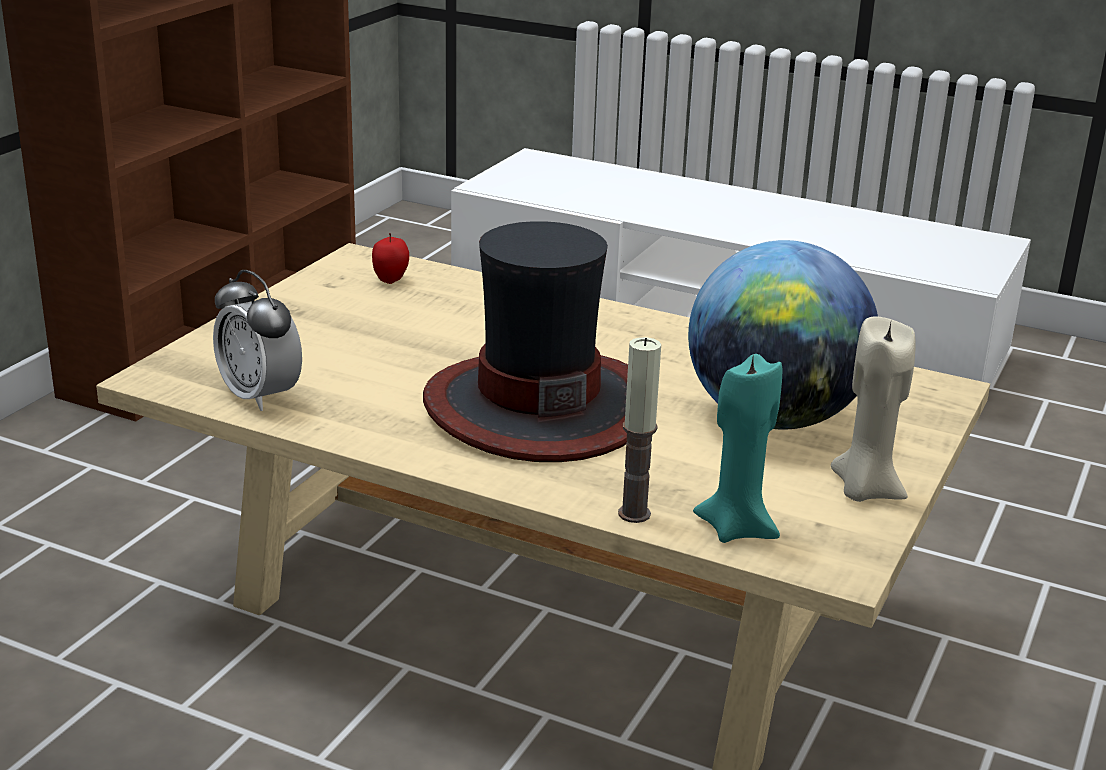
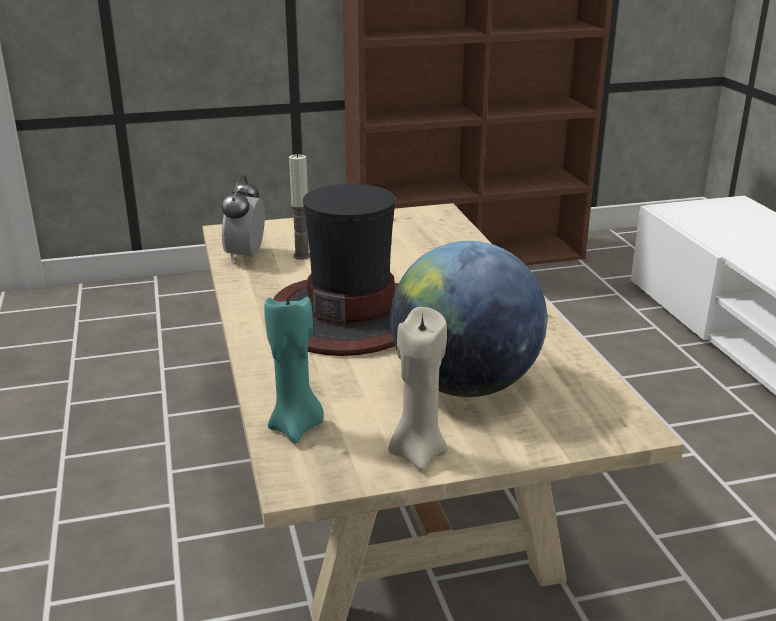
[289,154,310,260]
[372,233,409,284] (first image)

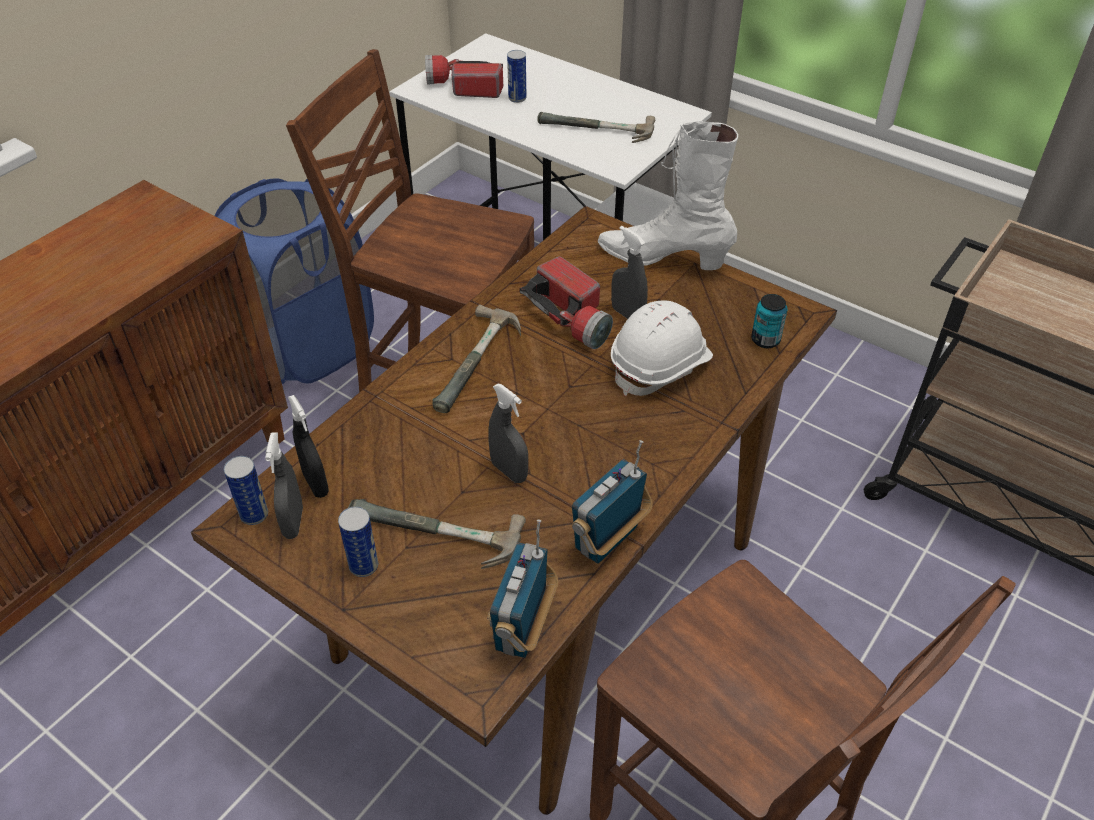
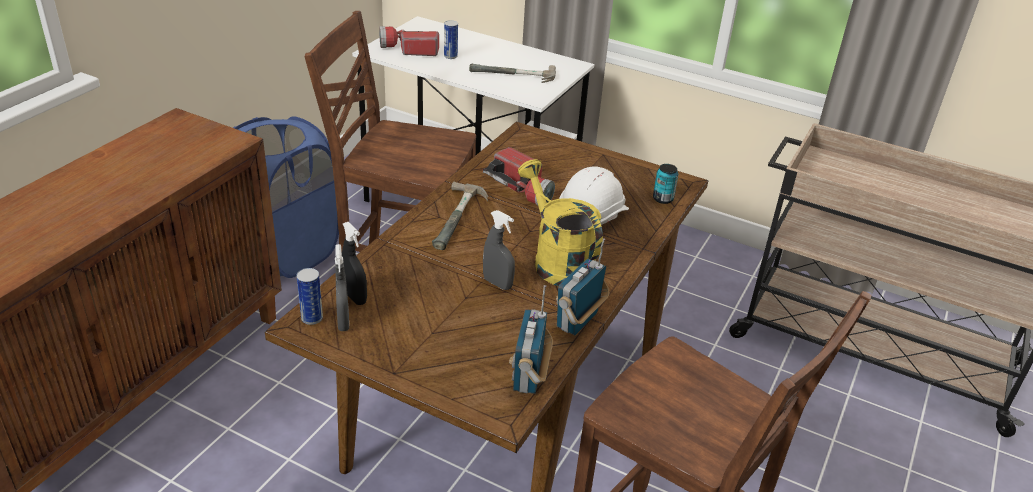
[518,159,603,286]
[338,507,378,577] (first image)
[348,499,526,569] (first image)
[598,121,738,270] (first image)
[611,226,648,319] (first image)

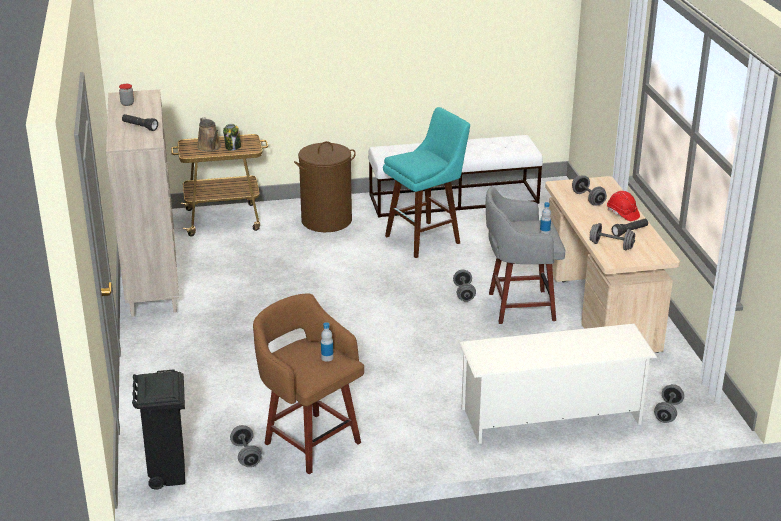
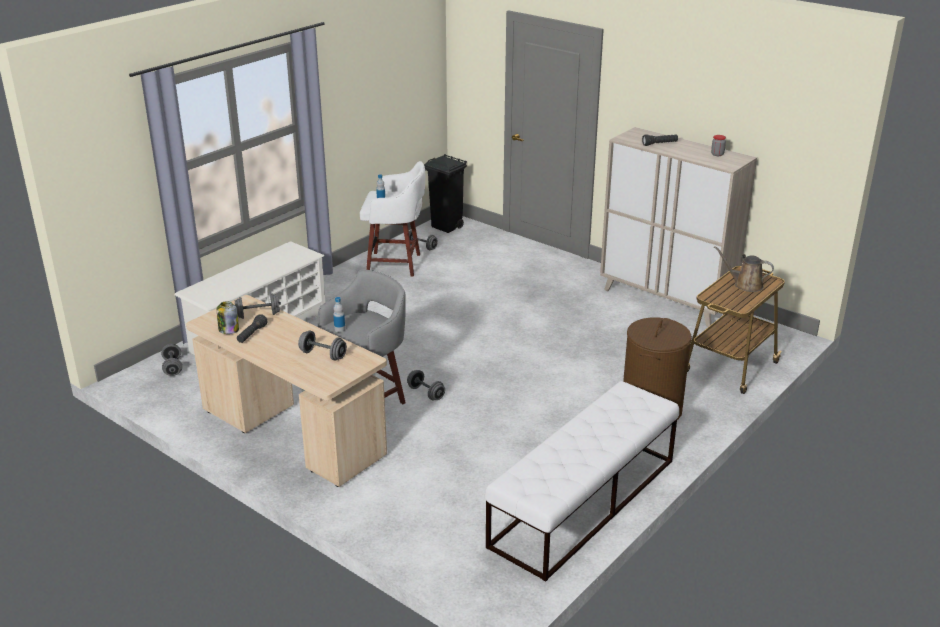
[217,301,239,334]
[360,161,425,277]
[383,107,470,258] (first image)
[607,191,640,221] (first image)

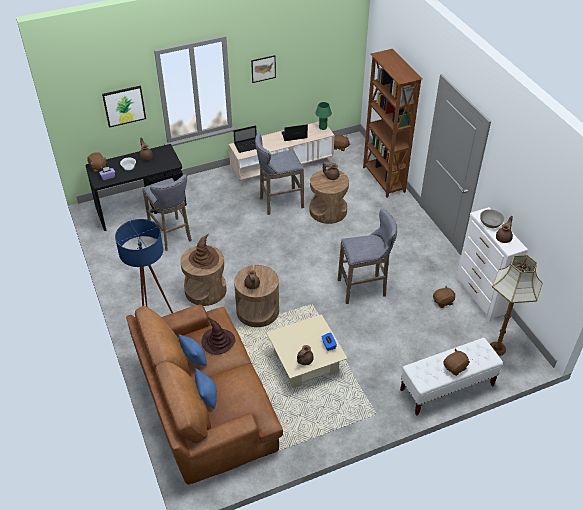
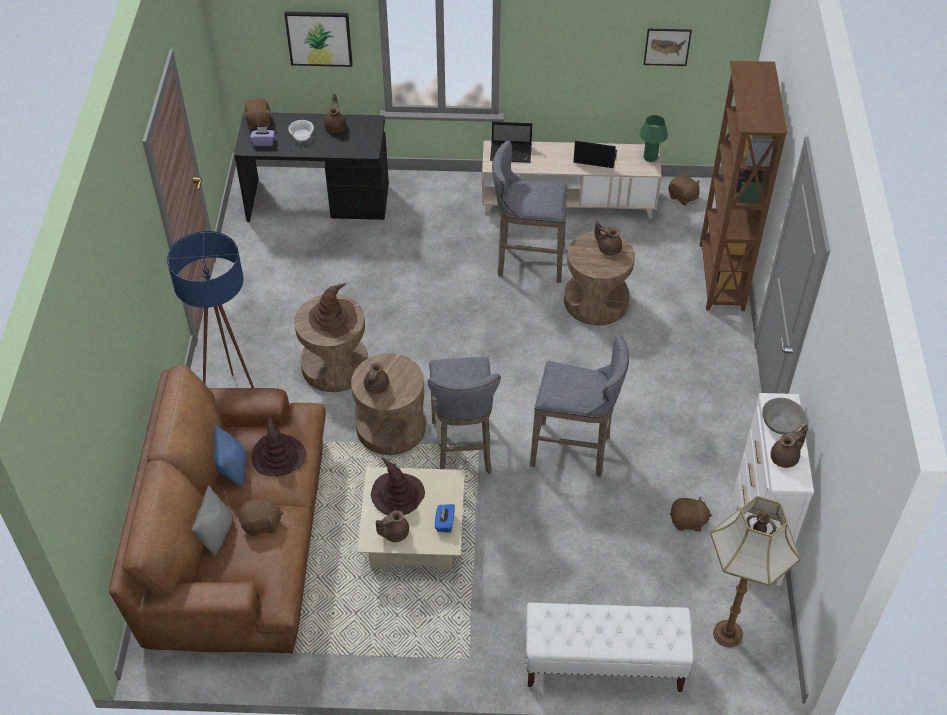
[192,486,232,556]
[239,495,283,536]
[371,458,425,516]
[428,357,501,474]
[644,29,692,66]

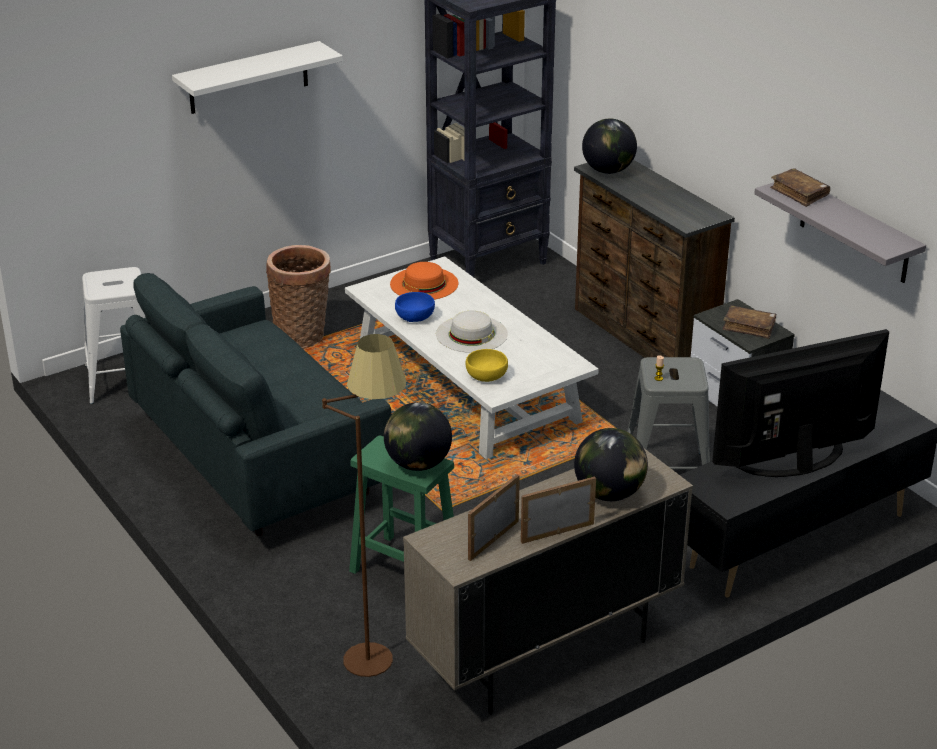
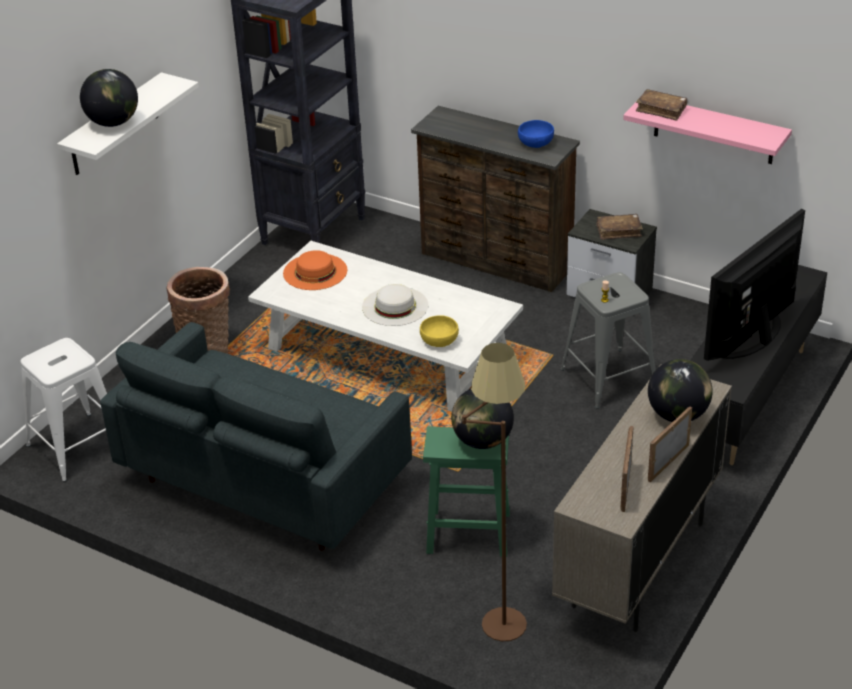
[80,69,138,127]
[518,120,554,148]
[623,102,792,164]

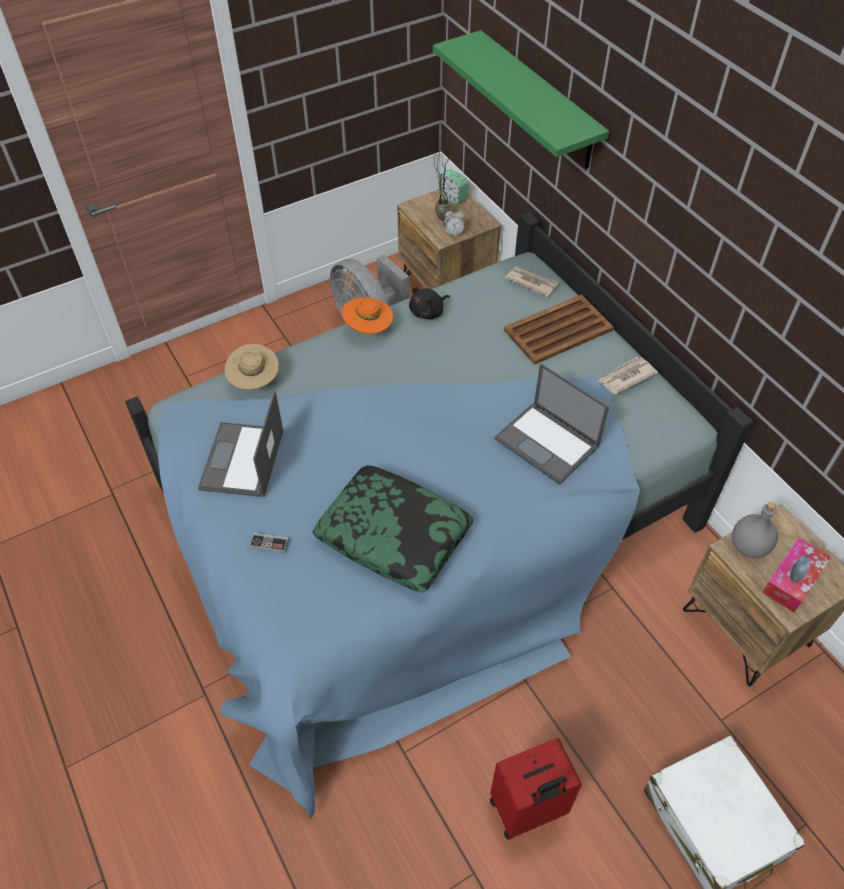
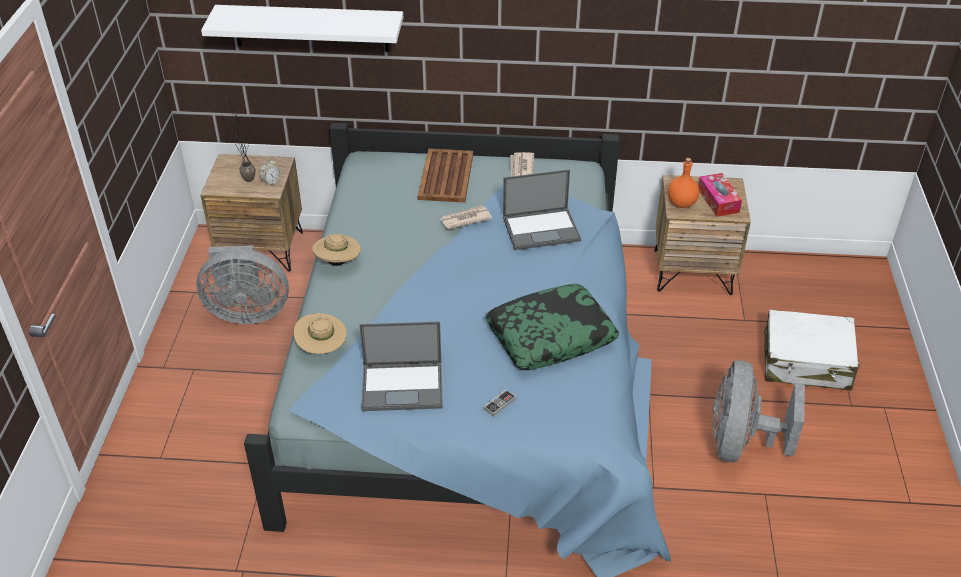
[201,5,403,52]
[312,233,361,266]
[359,322,443,411]
[440,206,492,229]
[668,158,699,208]
[713,360,805,462]
[409,287,450,319] (first image)
[439,169,468,205] (first image)

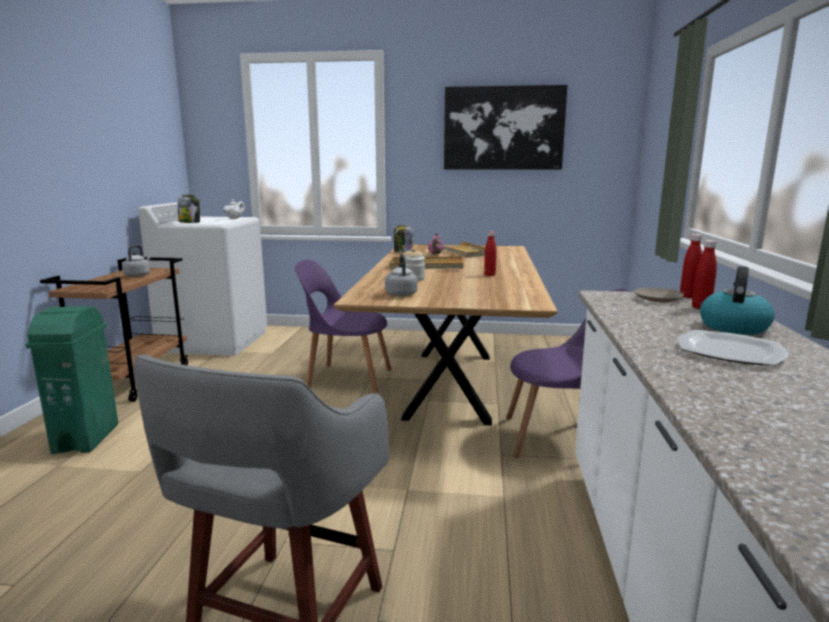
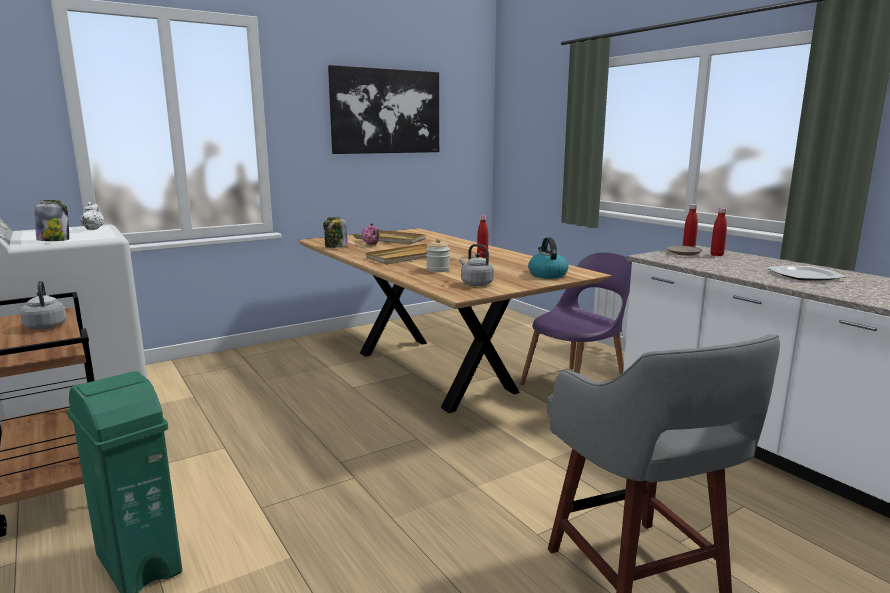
[528,237,569,279]
[295,259,392,394] (first image)

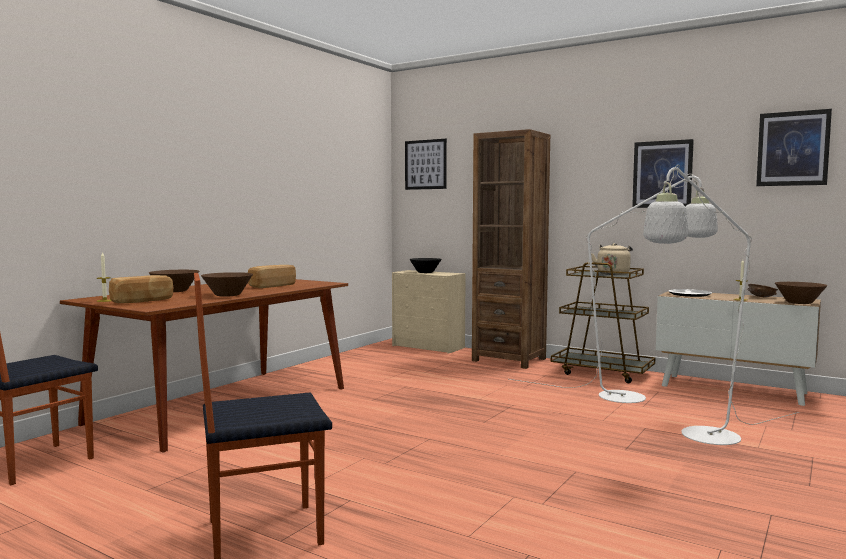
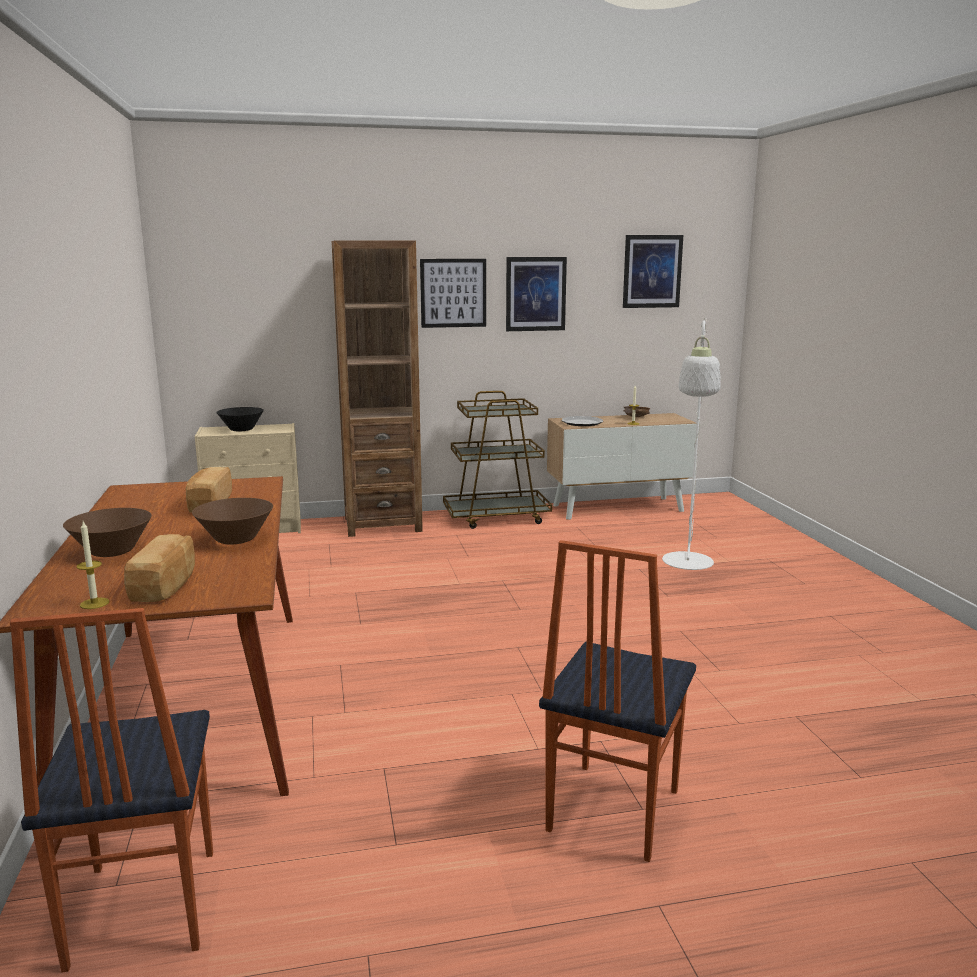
[420,259,486,328]
[509,174,718,403] (first image)
[591,243,633,275] (first image)
[775,282,828,304] (first image)

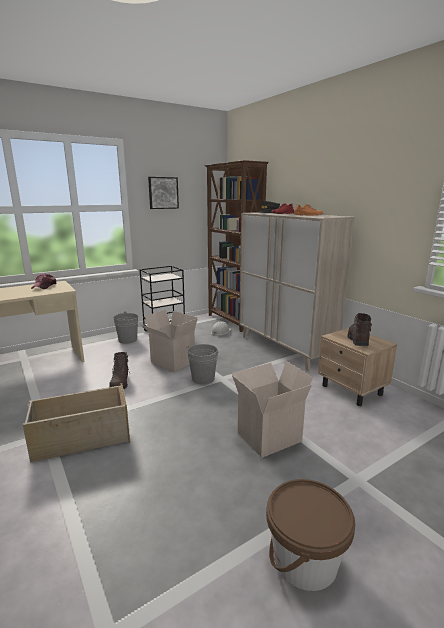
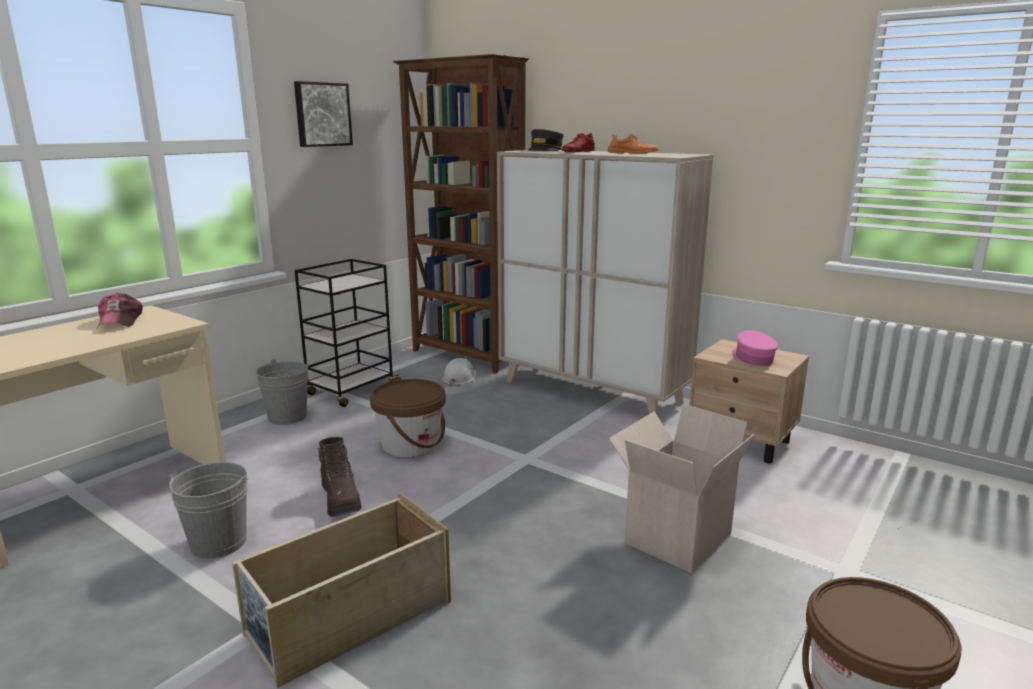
[166,462,248,559]
[370,379,446,457]
[732,330,778,366]

